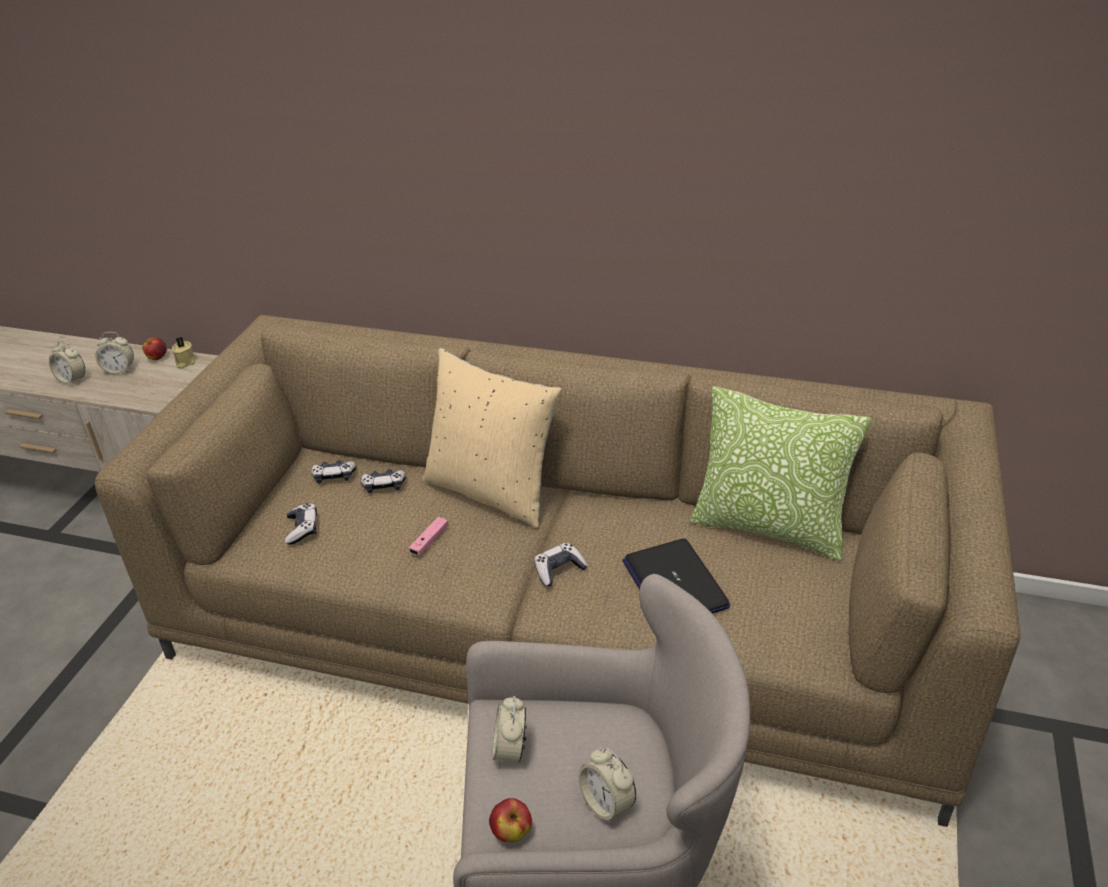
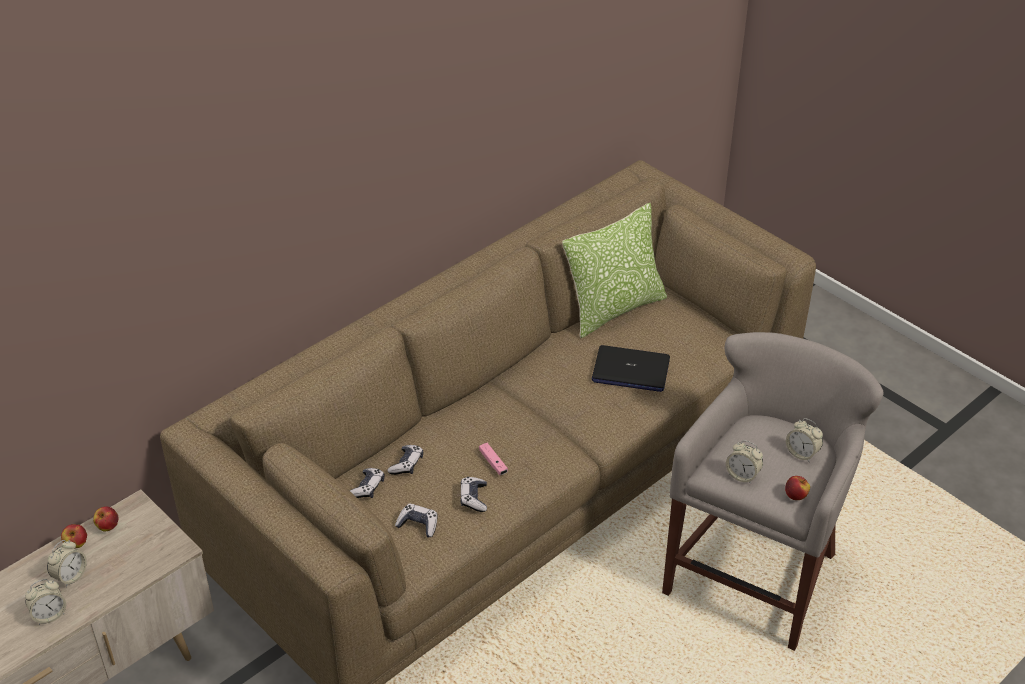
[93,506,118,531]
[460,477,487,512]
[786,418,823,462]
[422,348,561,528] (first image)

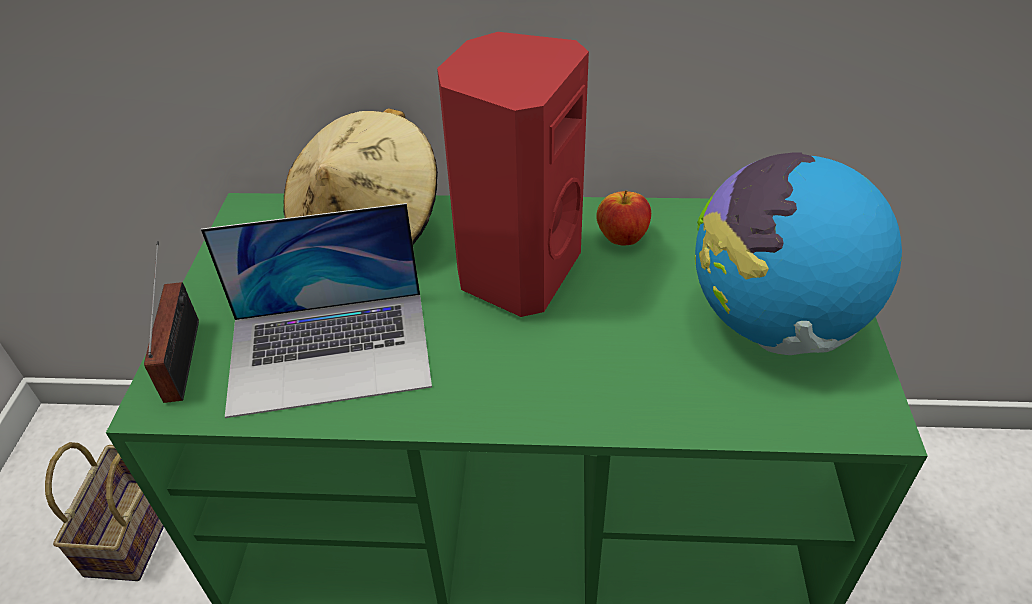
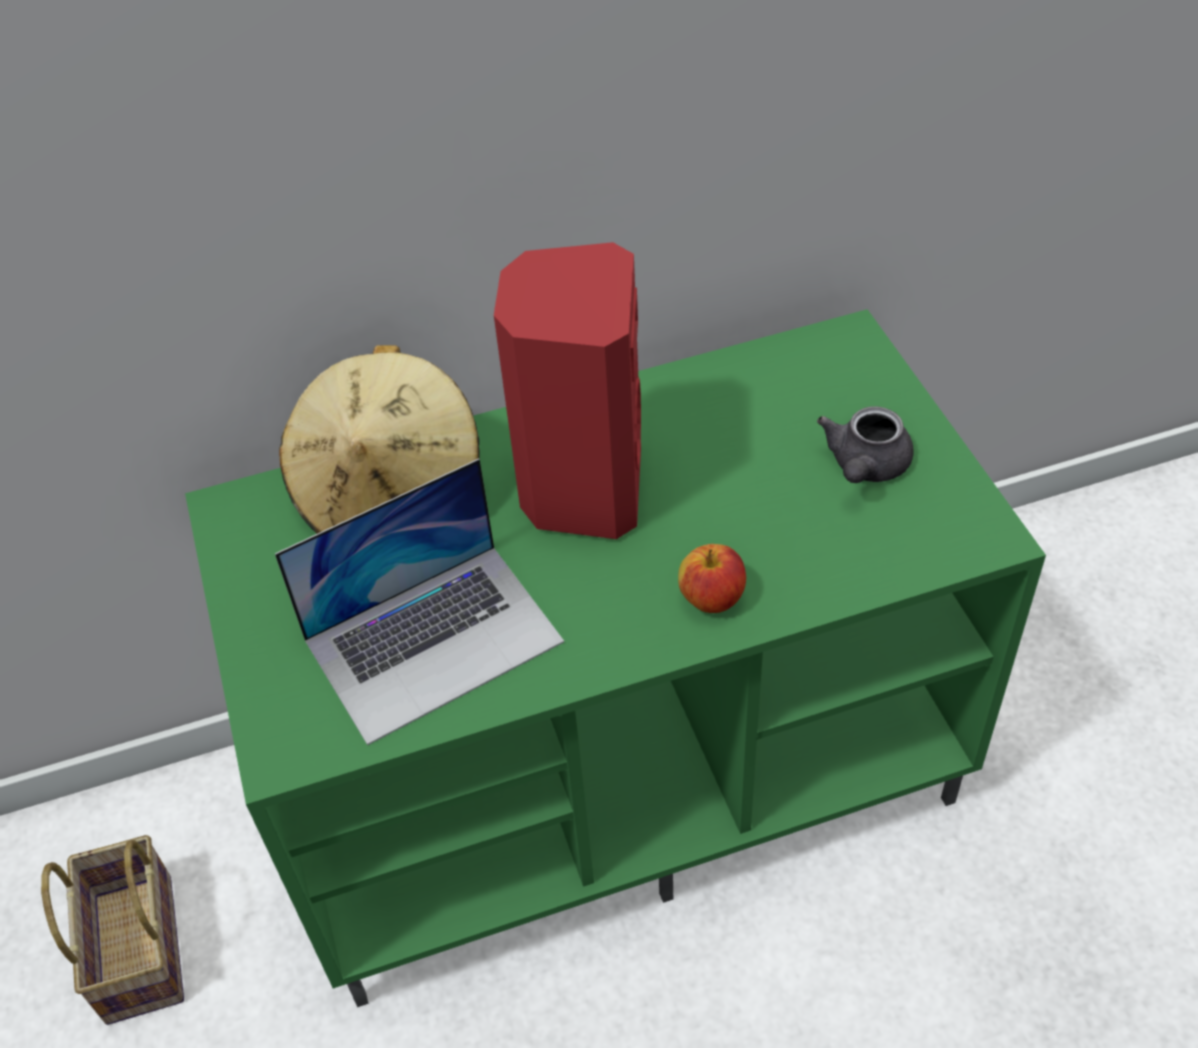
[678,544,746,613]
[817,406,914,483]
[144,241,199,403] (first image)

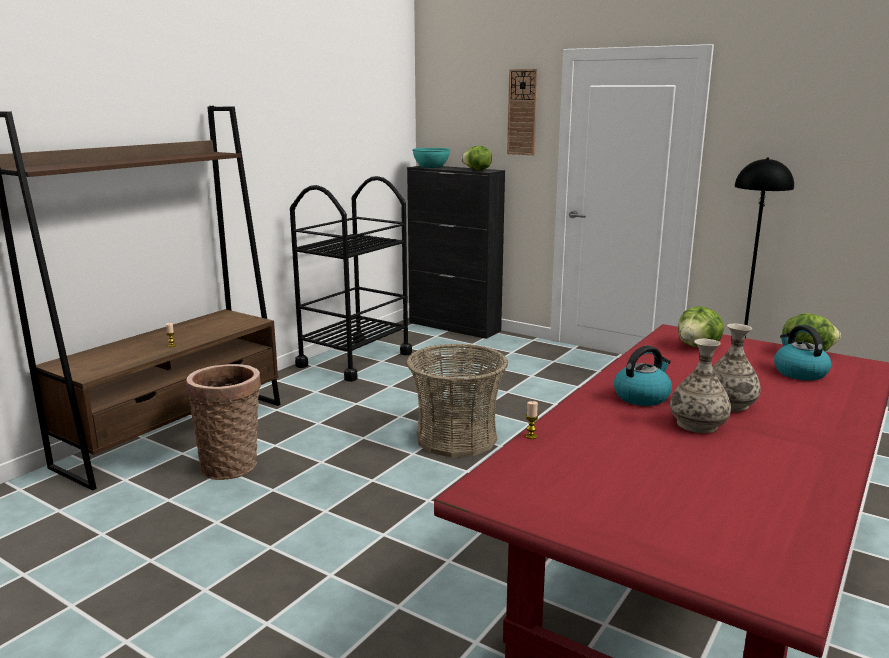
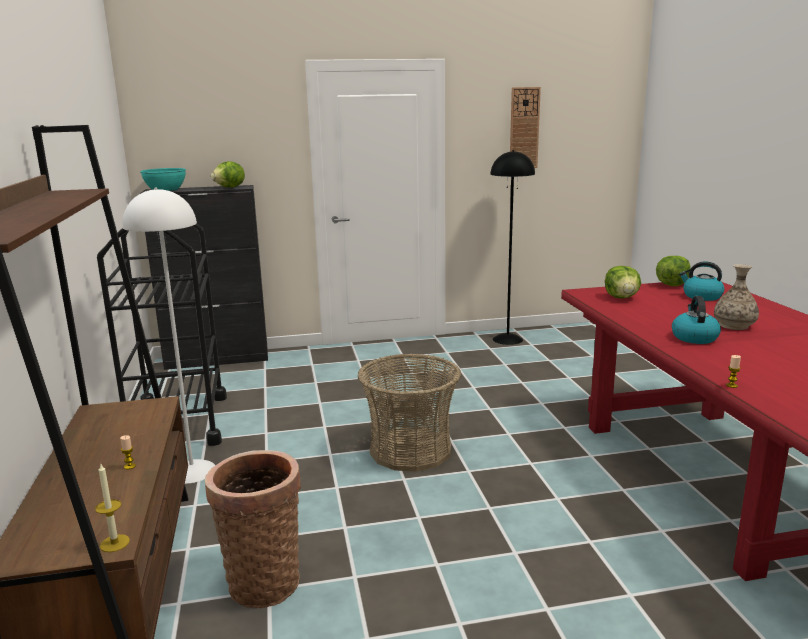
[95,464,130,552]
[123,187,215,484]
[510,87,541,168]
[670,339,731,433] (first image)

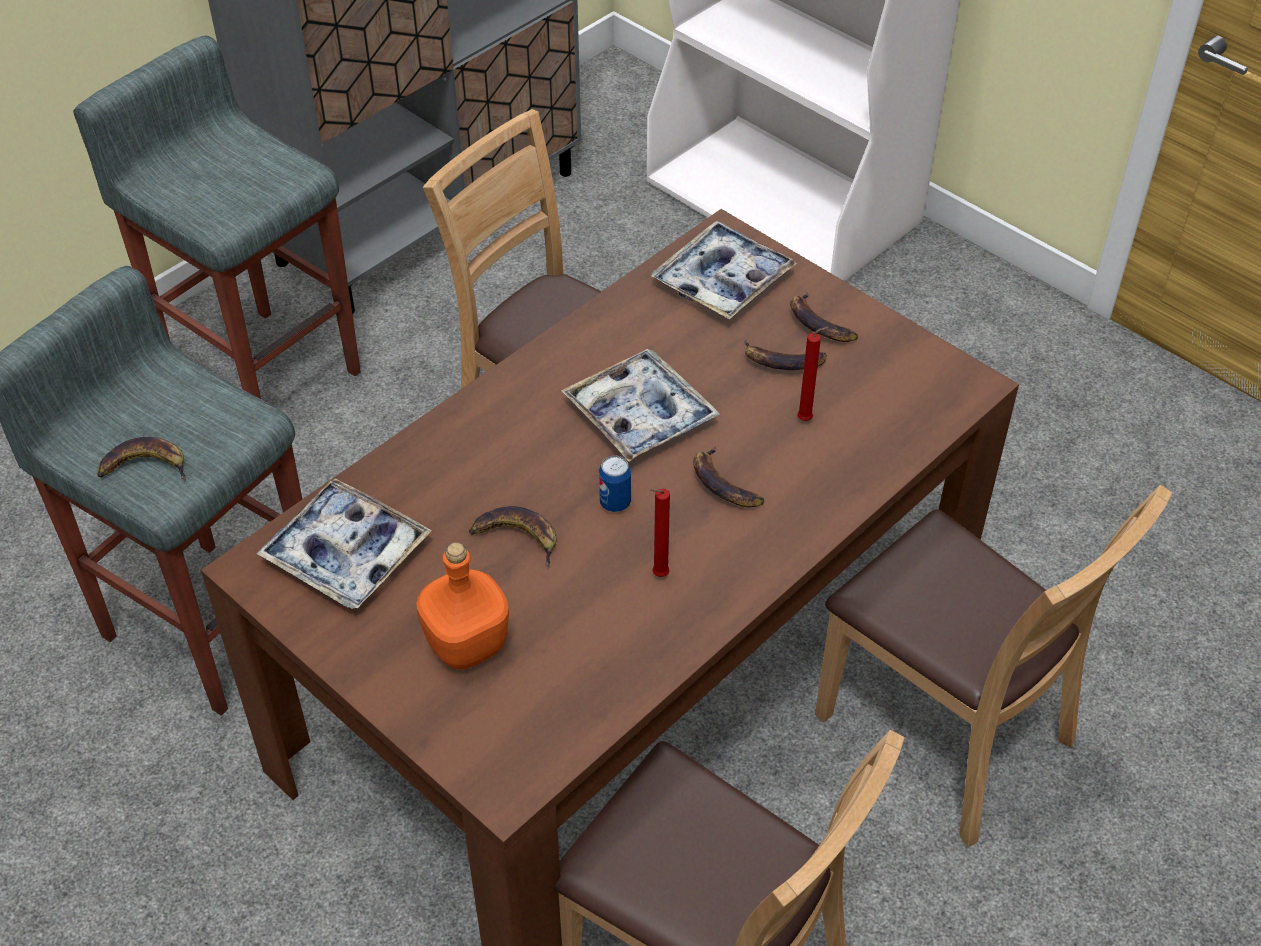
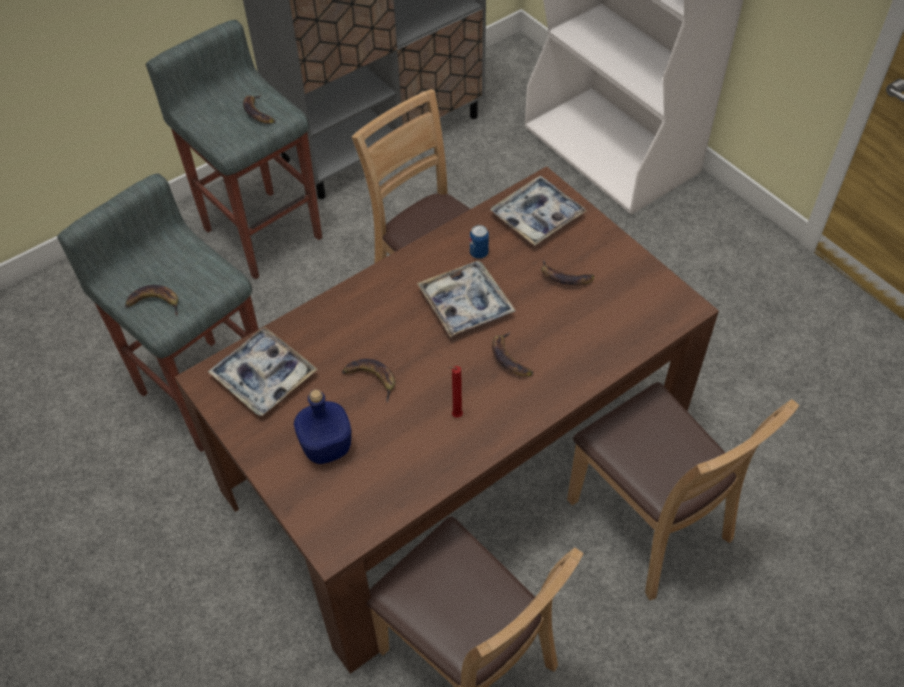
[243,95,275,124]
[294,389,351,464]
[470,225,489,259]
[797,327,829,421] (first image)

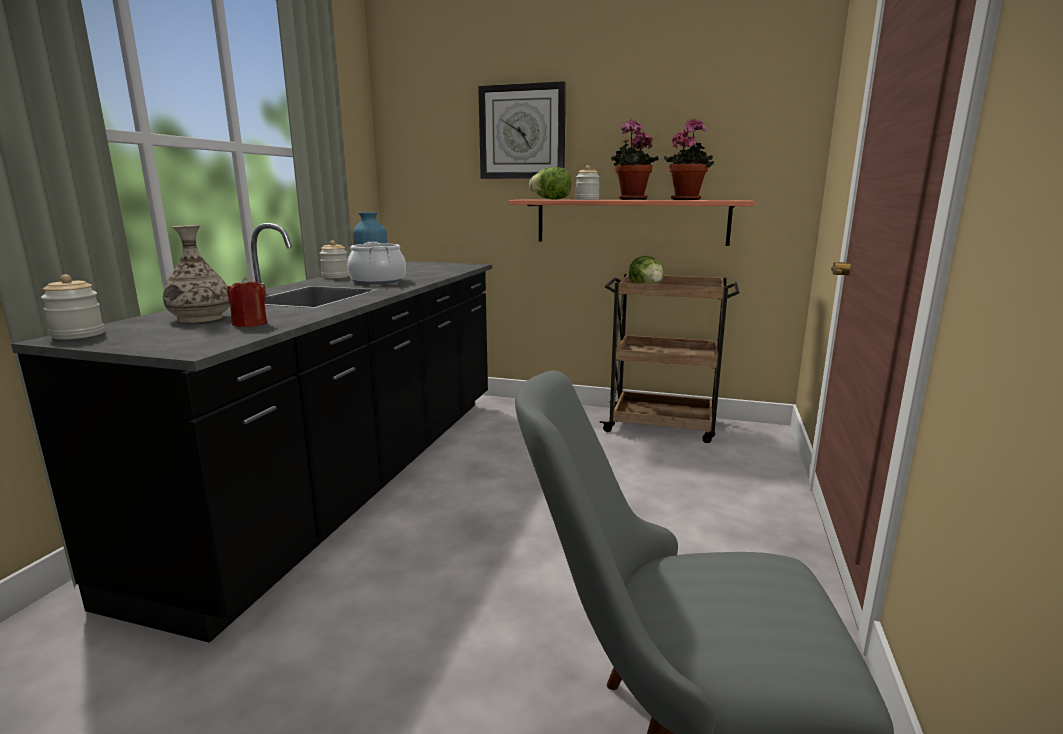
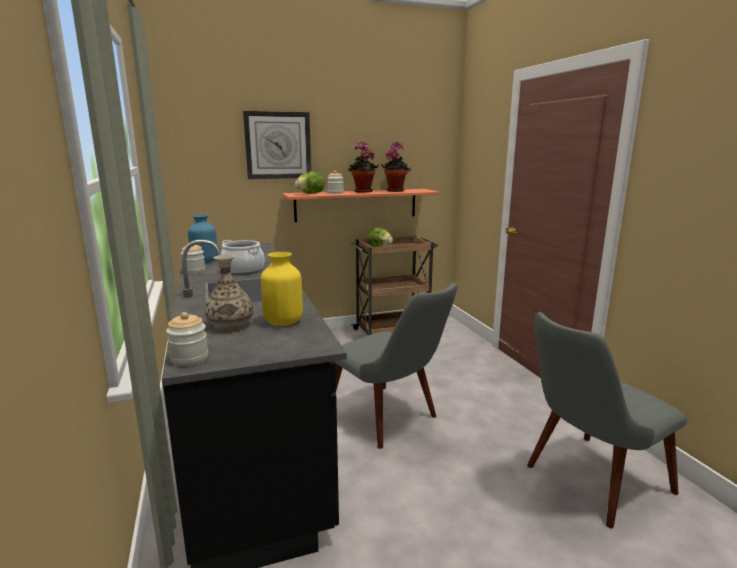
[261,252,303,326]
[335,283,457,449]

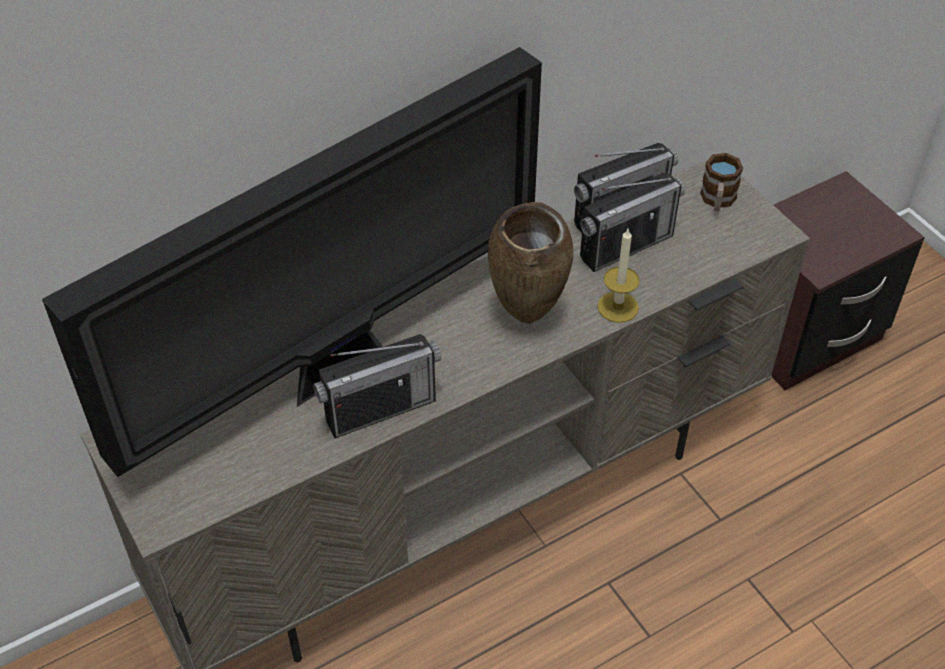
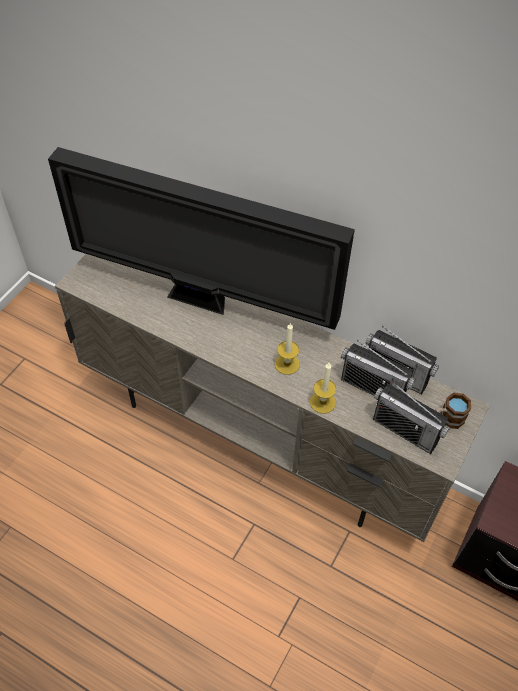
[275,323,300,375]
[373,382,450,454]

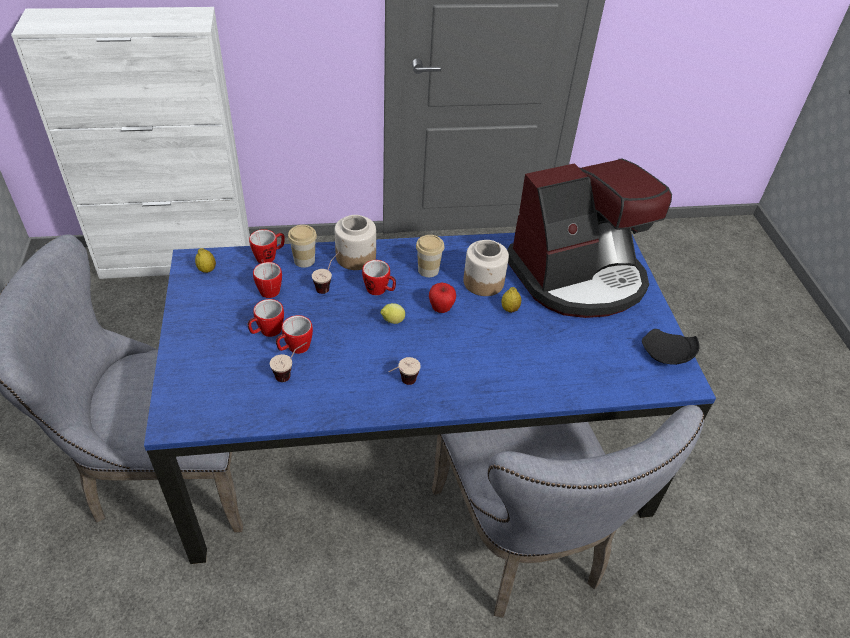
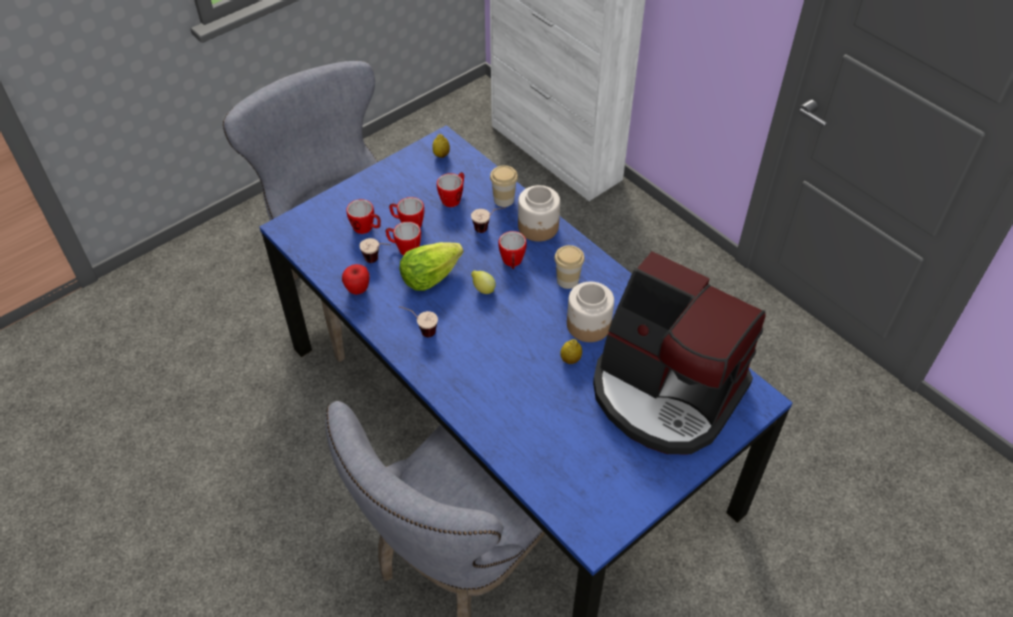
[342,264,369,295]
[346,199,381,234]
[400,242,463,291]
[642,329,700,365] (first image)

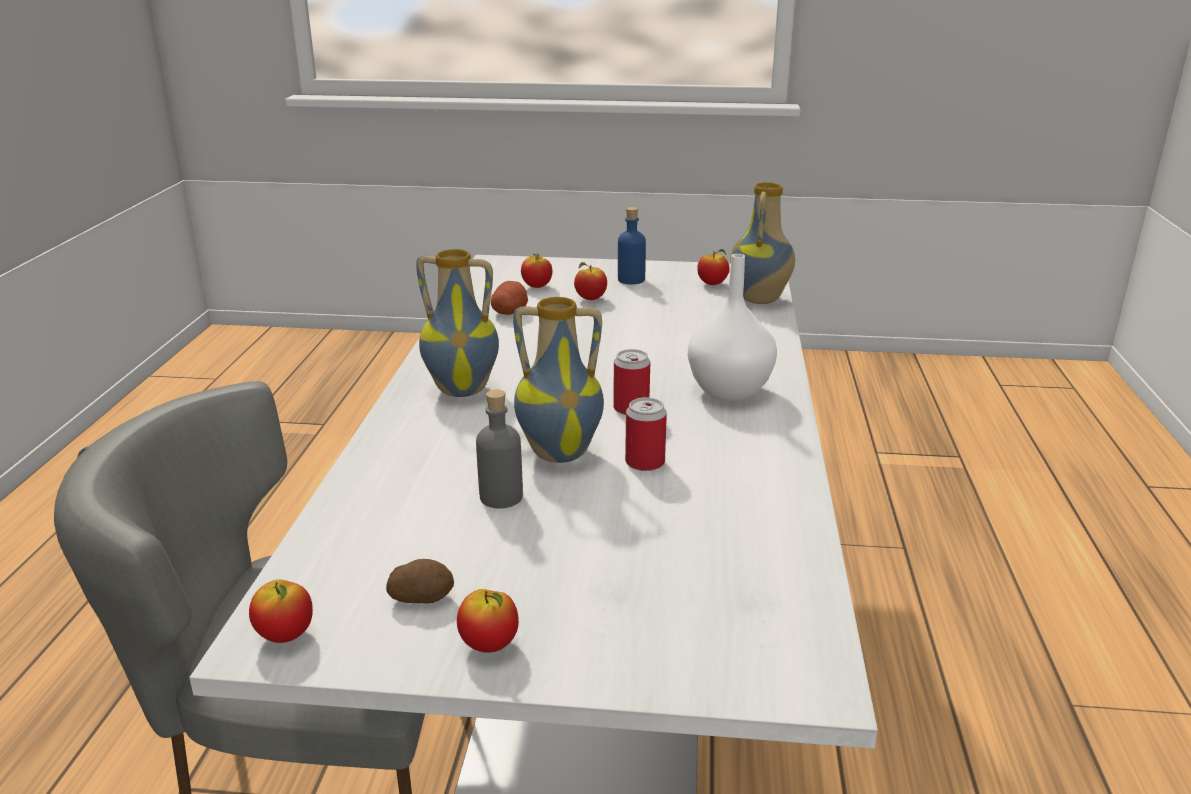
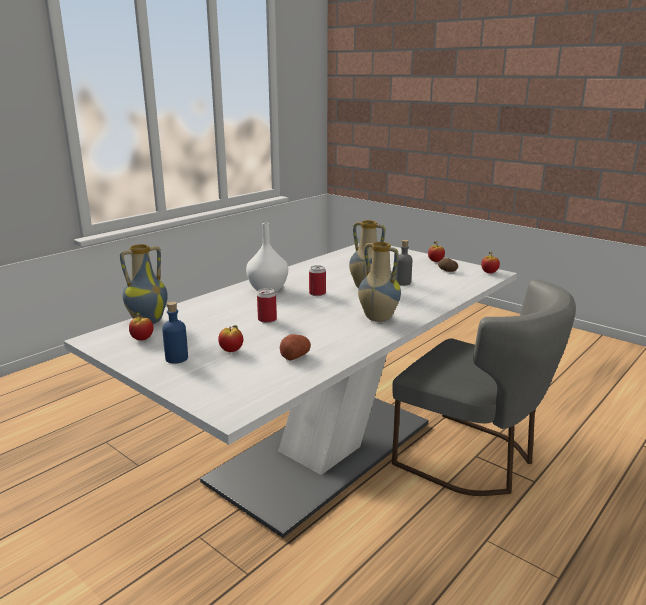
[257,288,277,323]
[521,254,552,288] (first image)

